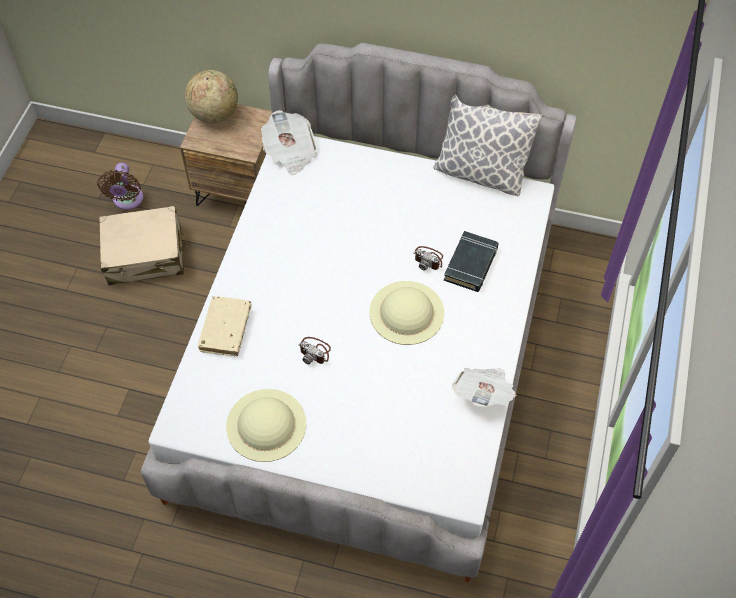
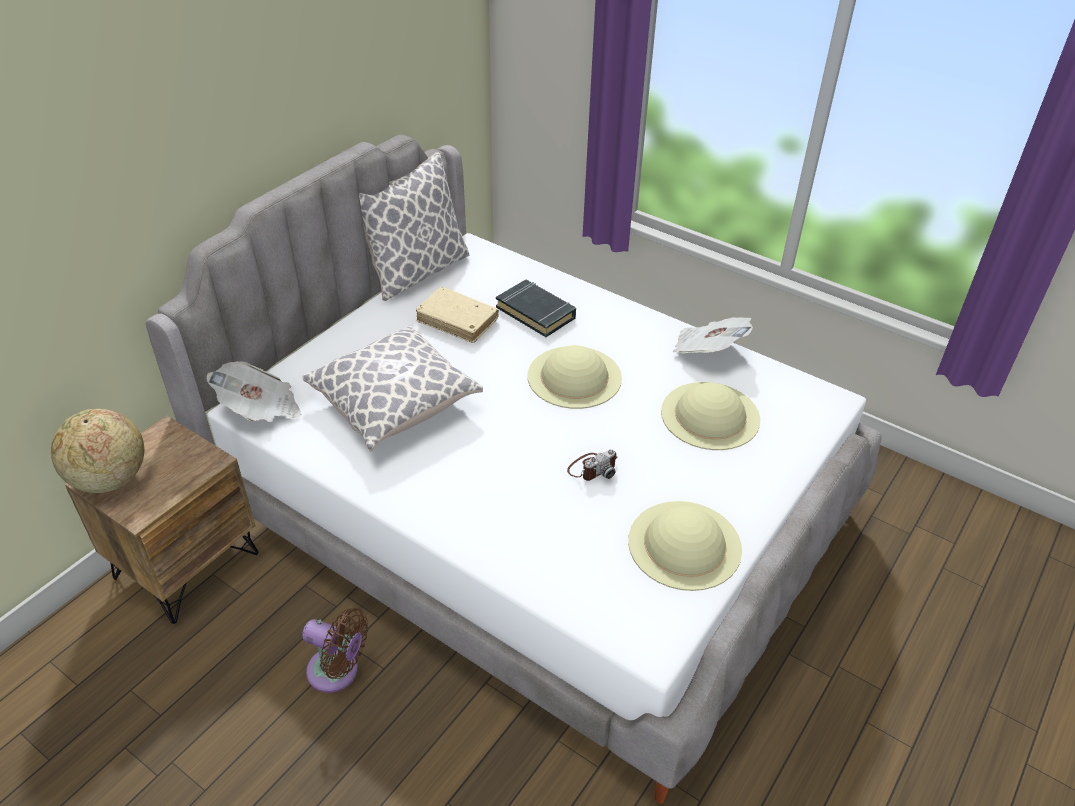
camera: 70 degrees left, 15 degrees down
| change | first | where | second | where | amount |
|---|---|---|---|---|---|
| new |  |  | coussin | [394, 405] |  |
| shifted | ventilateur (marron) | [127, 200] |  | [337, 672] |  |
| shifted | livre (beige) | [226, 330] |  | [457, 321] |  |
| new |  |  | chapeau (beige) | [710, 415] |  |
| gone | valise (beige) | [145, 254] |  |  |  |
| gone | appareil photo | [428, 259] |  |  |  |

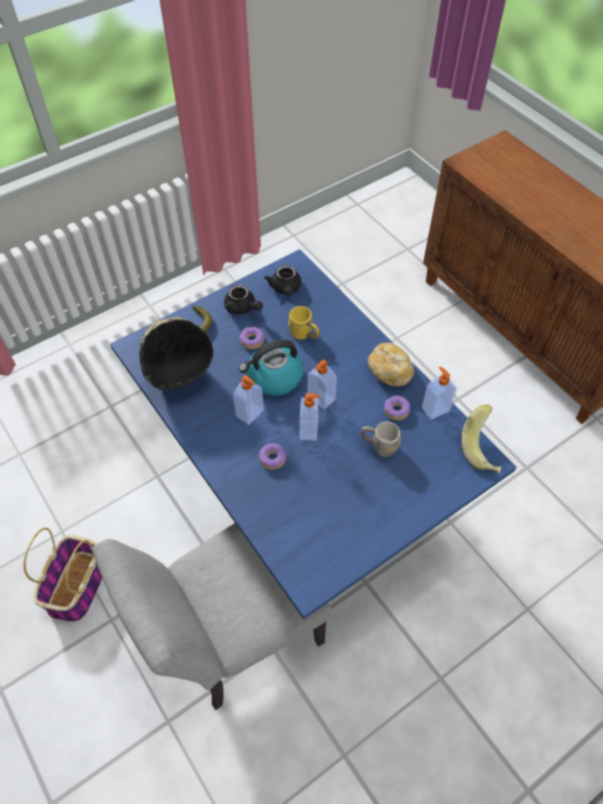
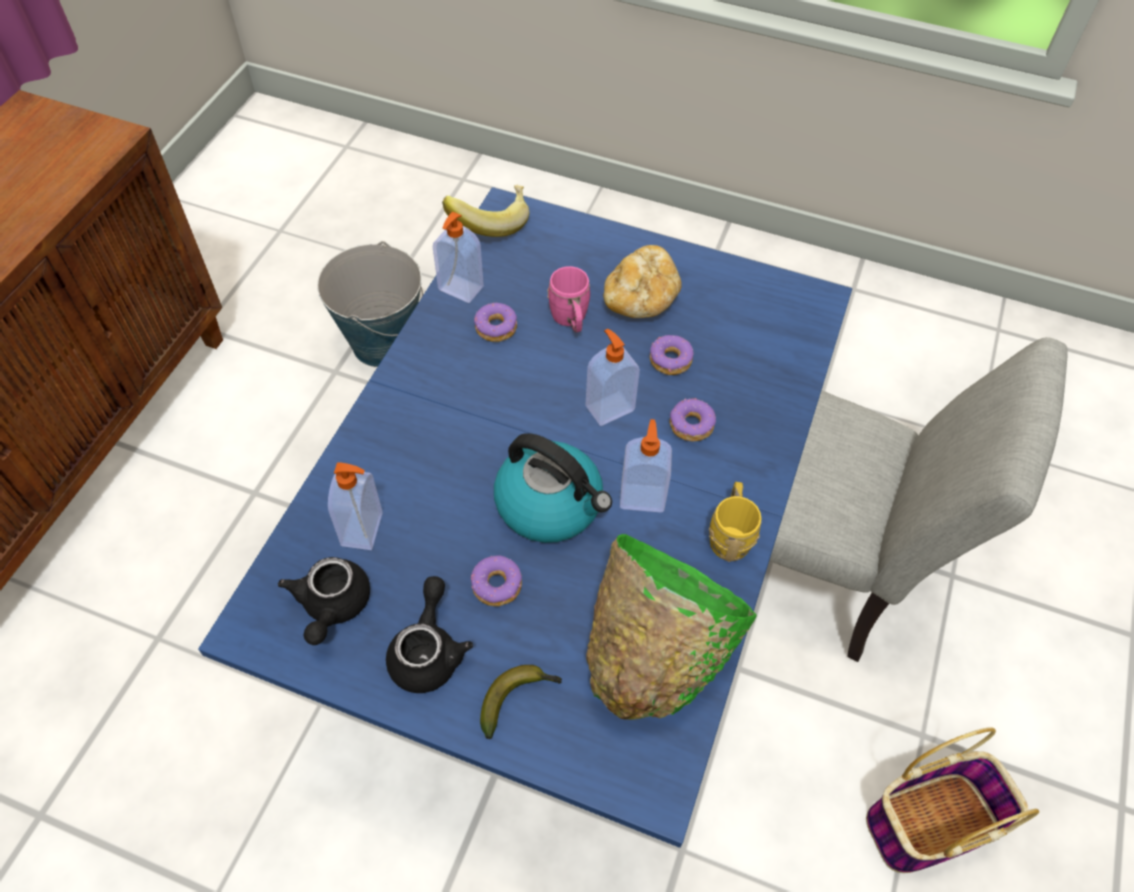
camera: 125 degrees left, 0 degrees up
| change | first | where | second | where | amount |
|---|---|---|---|---|---|
| rotated | théière (noir) | [285, 289] |  | [332, 606] | 135 degrees clockwise |
| new |  |  | seau | [383, 343] |  |
| shifted | distributeur de savon | [320, 399] |  | [364, 530] |  |
| repainted | mug (gris) | [379, 446] | mug (rose) | [570, 320] |  |
| repainted | bol (noir) | [178, 374] | bol (vert) | [653, 654] |  |
| shifted | pain | [389, 371] |  | [640, 299] |  |
| new |  |  | beignet | [670, 360] |  |
| shifted | mug (jaune) | [304, 335] |  | [730, 535] |  |

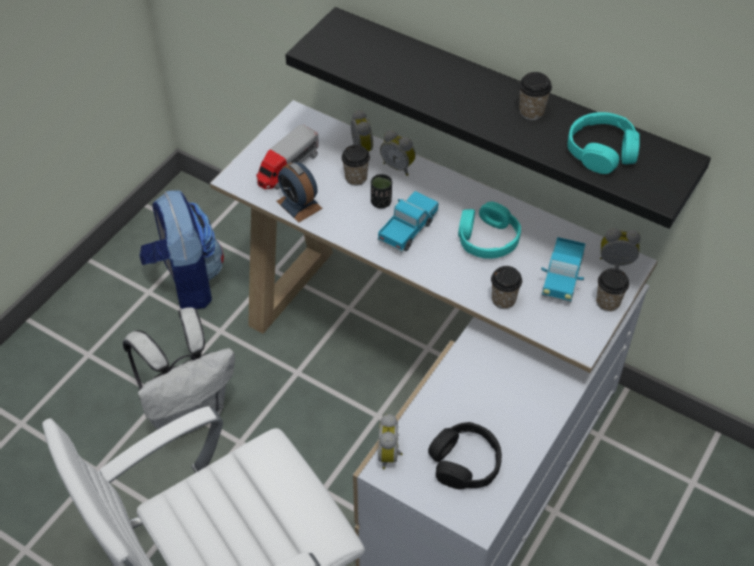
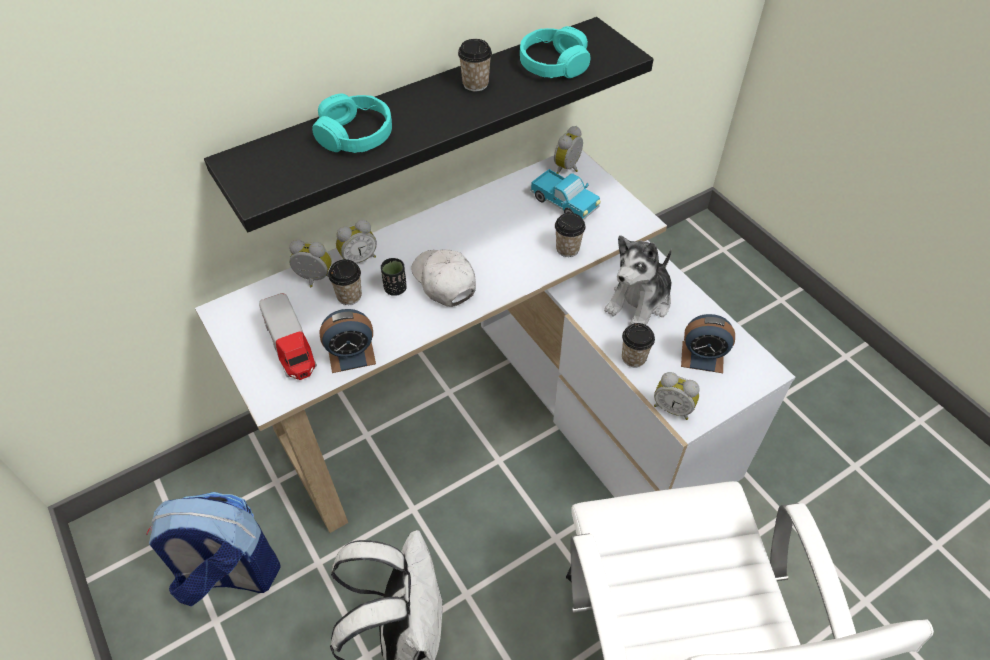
camera: 65 degrees left, 0 degrees up
| change | first | where | second | where | amount |
|---|---|---|---|---|---|
| shifted | casque audio (turquoise) | [487, 239] |  | [355, 135] |  |
| swapped | camion jouet | [408, 229] | casquette (blanc) | [444, 281] |  |
| new |  |  | peluche | [639, 302] |  |
| shifted | tasse | [608, 302] |  | [633, 358] |  |
| swapped | casque audio (noir) | [465, 462] | réveil | [702, 357] |  |

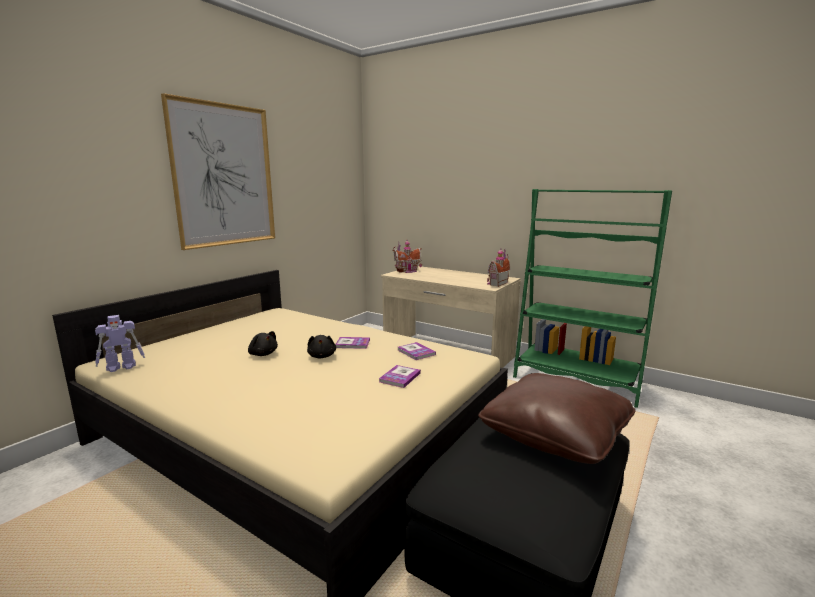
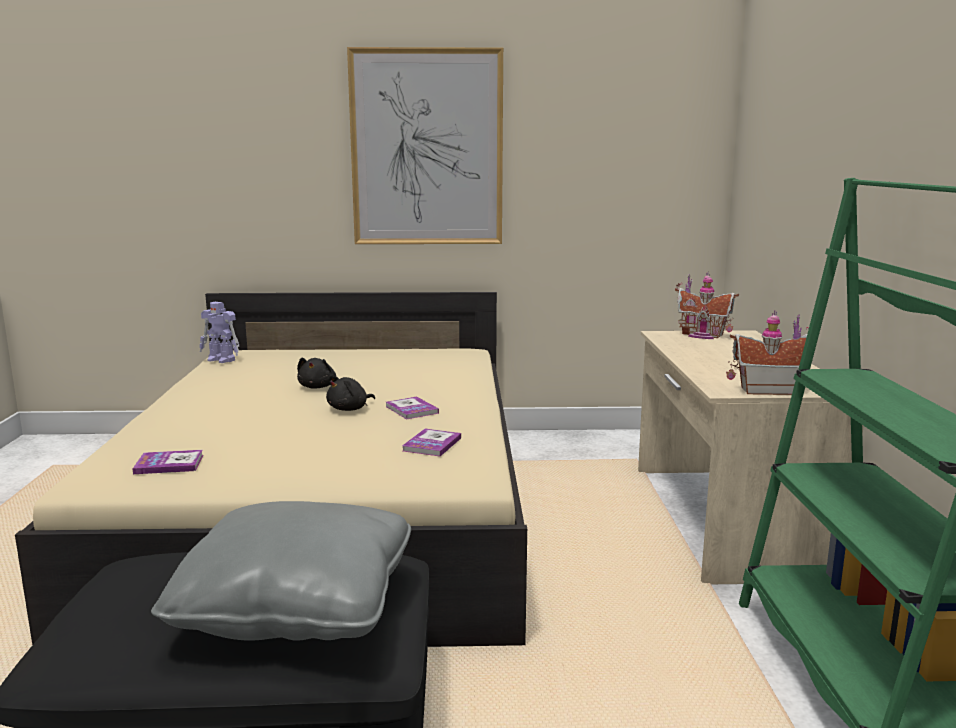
camera: 55 degrees right, 0 degrees up
| change | first | where | second | where | amount |
|---|---|---|---|---|---|
| shifted | livre | [400, 377] |  | [169, 464] |  |
| repainted | coussin (marron) | [556, 435] | coussin (gris) | [296, 604] |  |

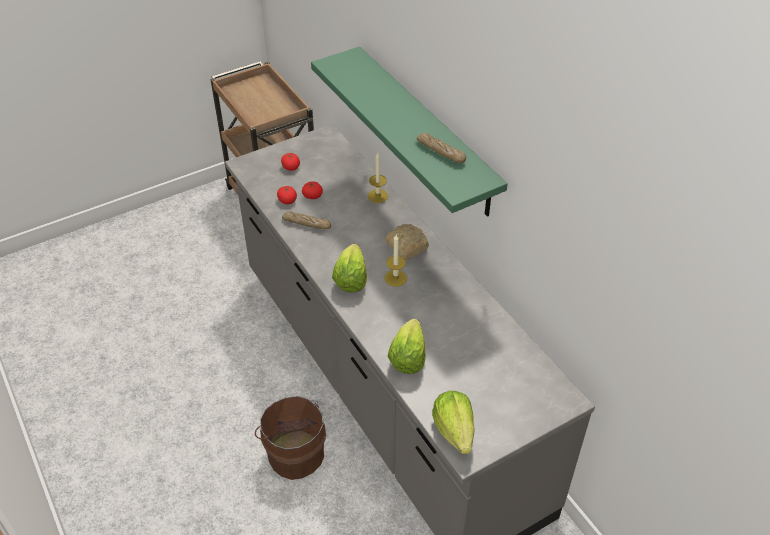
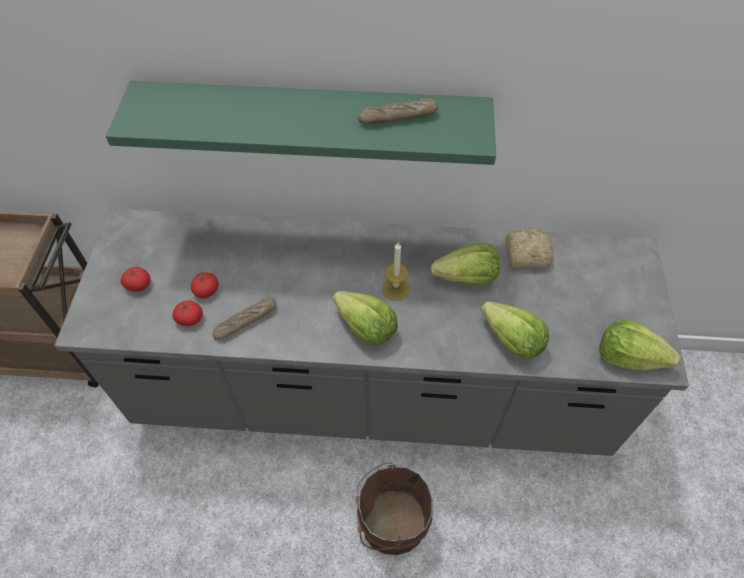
camera: 55 degrees left, 10 degrees up
| change | first | where | second | where | amount |
|---|---|---|---|---|---|
| new |  |  | laitue | [467, 278] |  |
| shifted | pain | [406, 246] |  | [525, 254] |  |
| gone | bougie | [378, 196] |  |  |  |

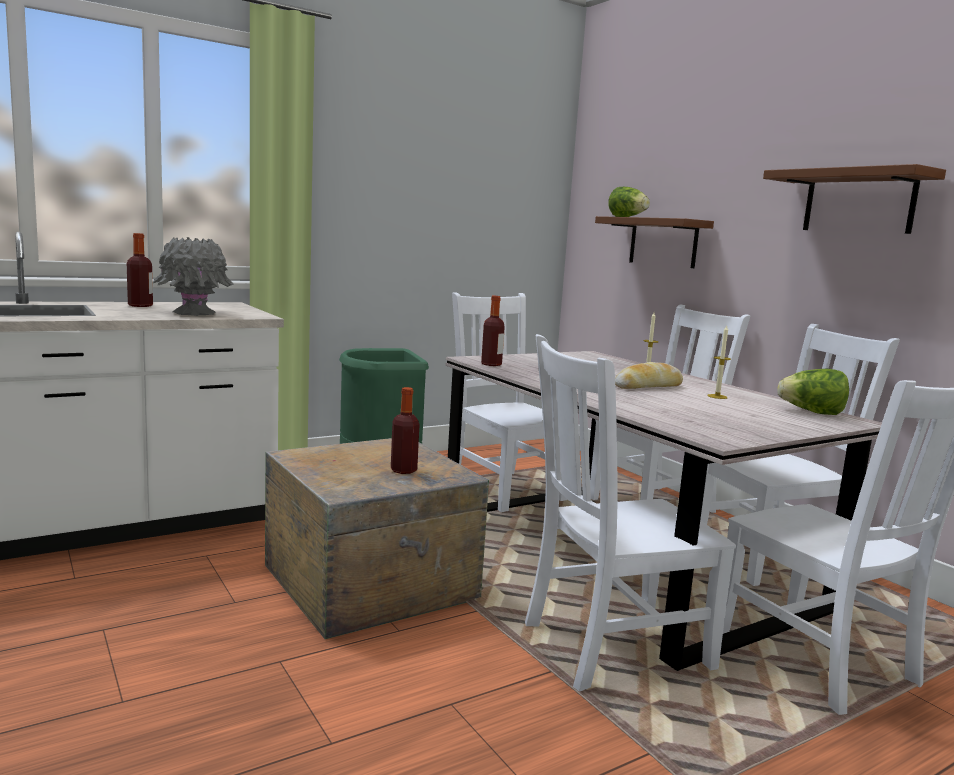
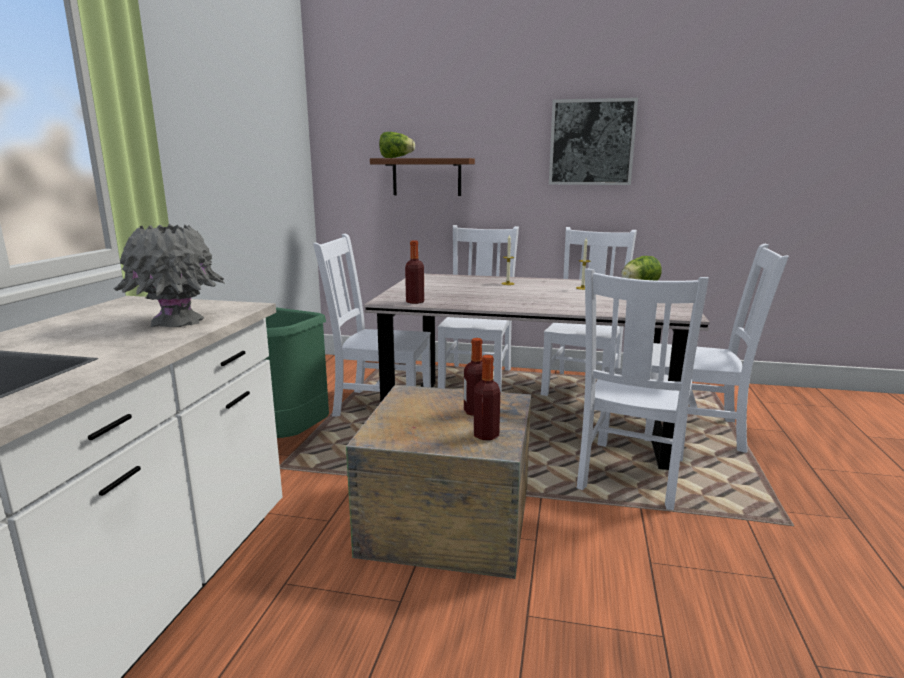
camera: 45 degrees left, 5 degrees up
| change | first | where | second | where | amount |
|---|---|---|---|---|---|
| shifted | bouteille | [140, 306] |  | [486, 435] |  |
| swapped | étagère (marron) | [858, 202] | tableau | [591, 142] |  |
| gone | pain | [648, 386] |  |  |  |

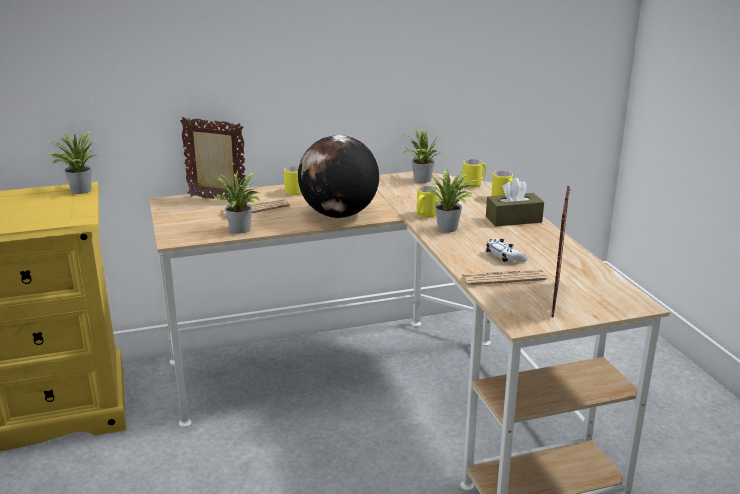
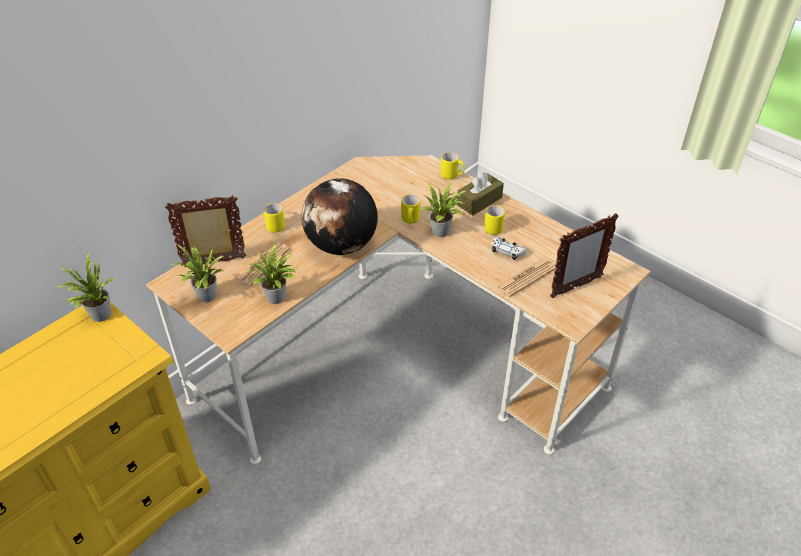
camera: 30 degrees left, 20 degrees up
| change | first | where | second | where | amount |
|---|---|---|---|---|---|
| shifted | plante en pot | [420, 180] |  | [205, 297] |  |
| shifted | mug (jaune) | [474, 184] |  | [494, 227] |  |
| rotated | cadre photo | [556, 299] |  | [575, 287] | 105 degrees counterclockwise |

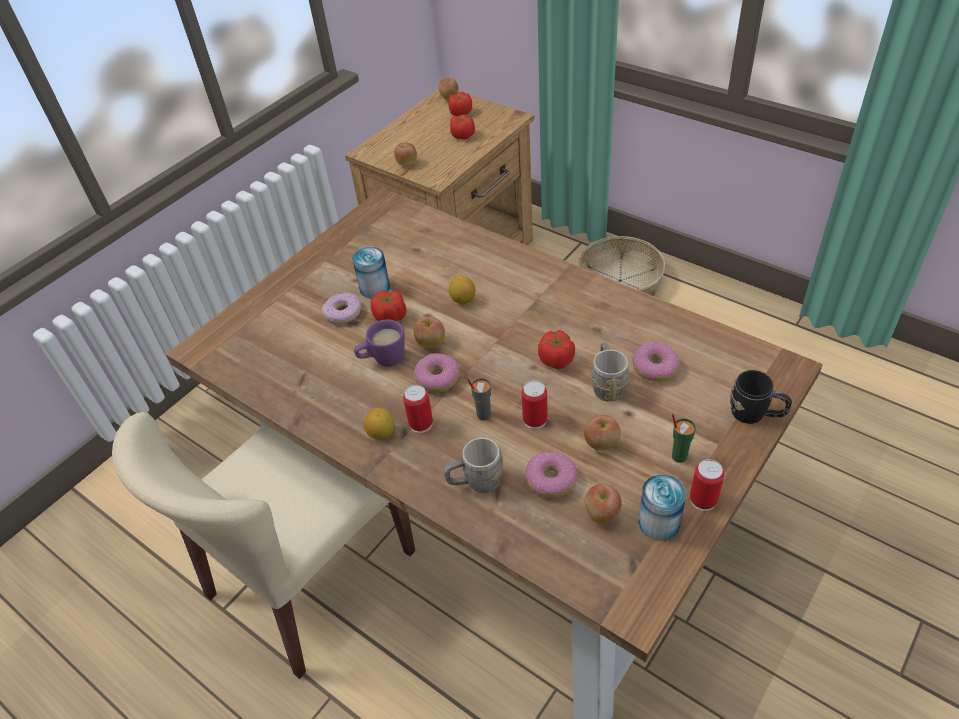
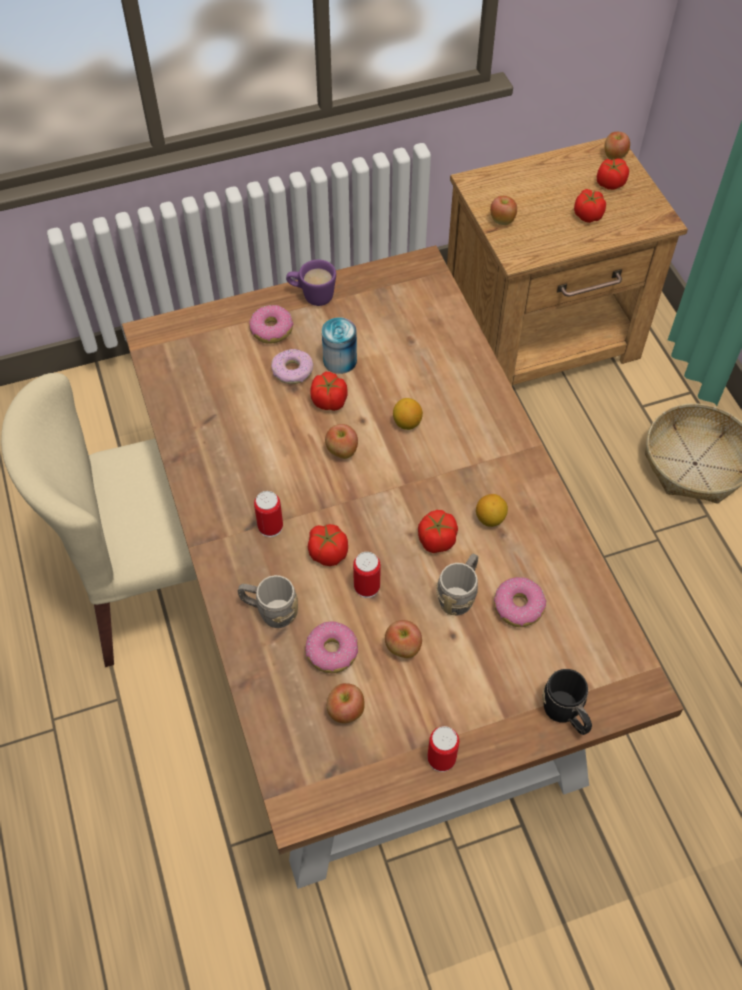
camera: 30 degrees right, 10 degrees up
| change | first | where | second | where | amount |
|---|---|---|---|---|---|
| shifted | beignet | [437, 378] |  | [271, 329] |  |
| shifted | mug (violet) | [383, 360] |  | [312, 296] |  |
| swapped | tasse (gris) | [483, 415] | tomate | [328, 552] |  |
| shifted | citron | [382, 433] |  | [490, 519] |  |
| gone | boîte métallique | [659, 522] |  |  |  |
| gone | tasse (vert) | [678, 456] |  |  |  |

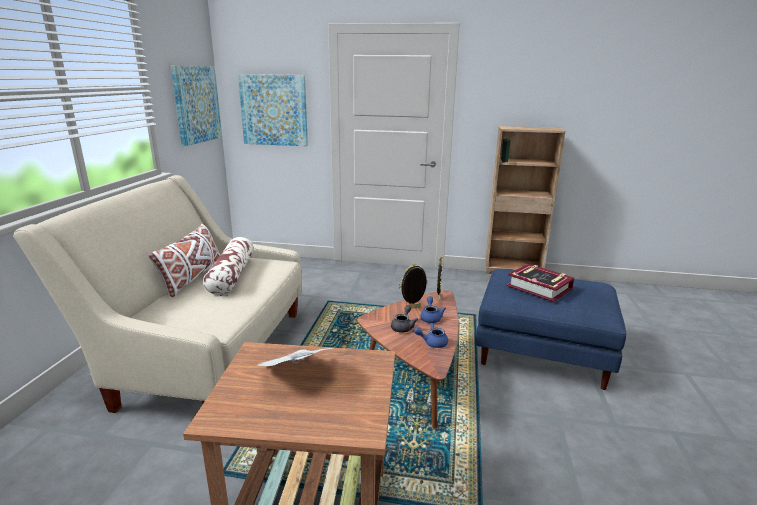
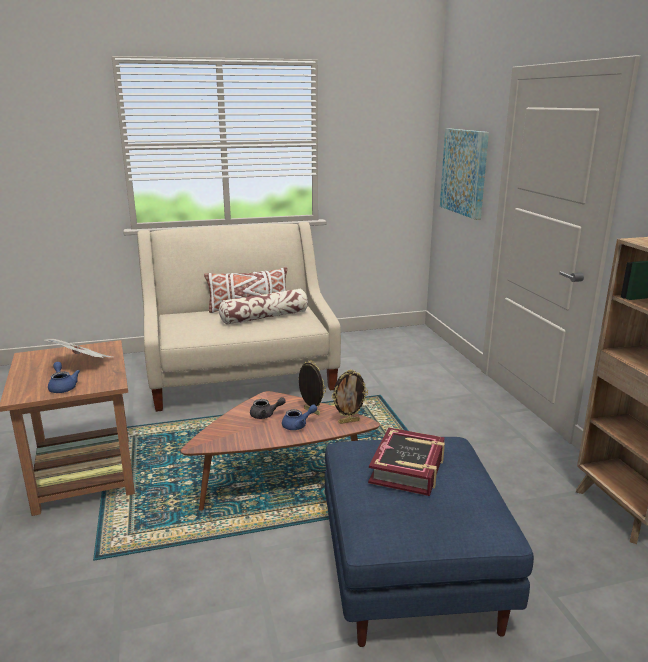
camera: 65 degrees right, 0 degrees up
| change | first | where | second | where | amount |
|---|---|---|---|---|---|
| shifted | théière (bleu) | [432, 342] |  | [63, 387] |  |
| gone | tableau | [196, 104] |  |  |  |

